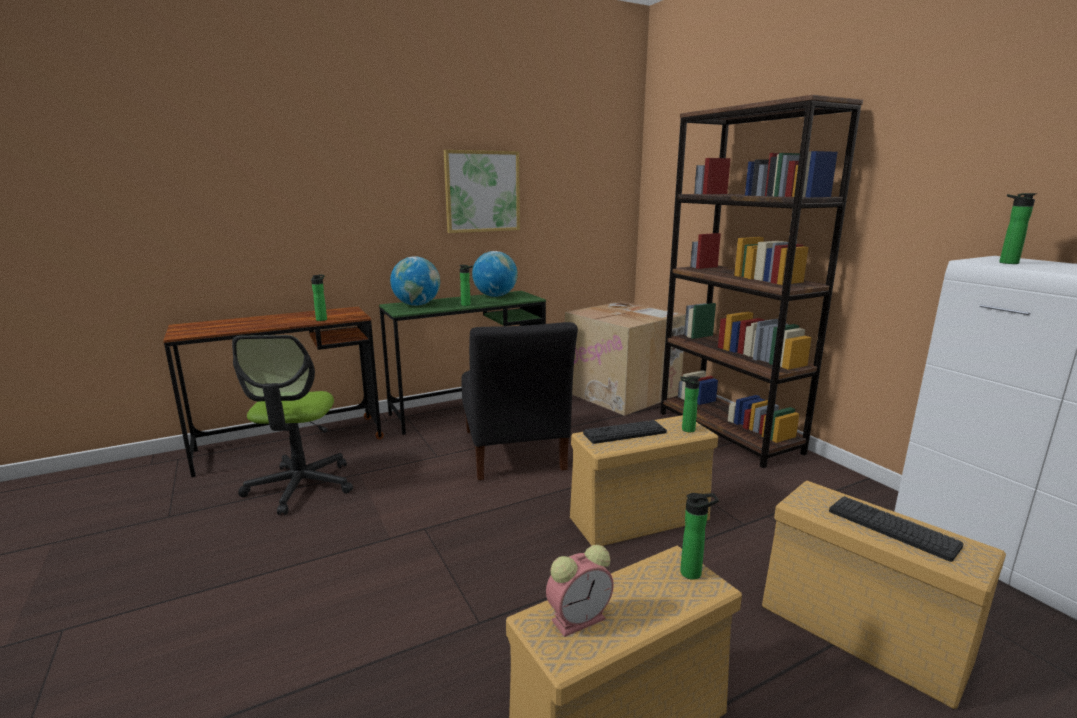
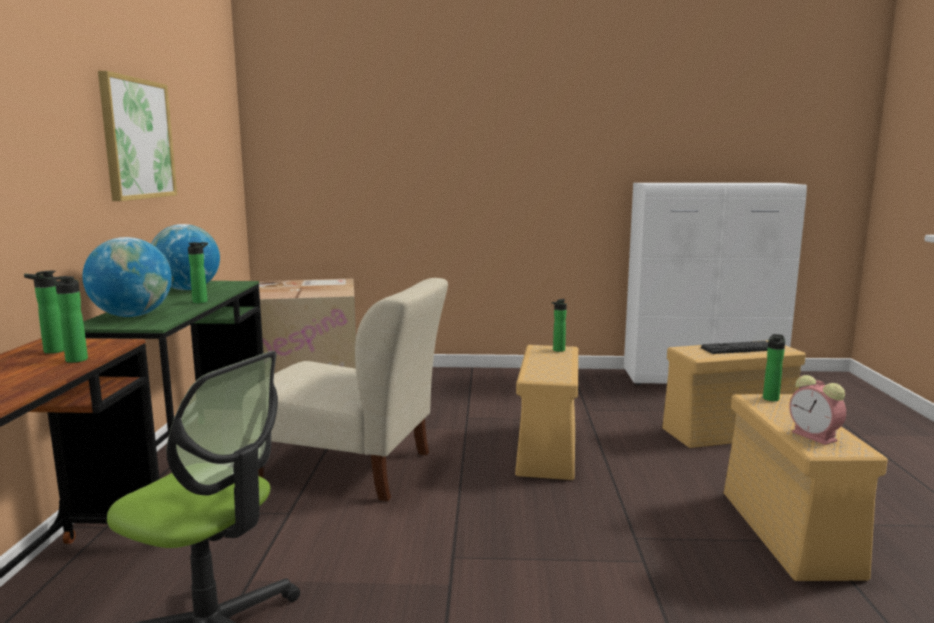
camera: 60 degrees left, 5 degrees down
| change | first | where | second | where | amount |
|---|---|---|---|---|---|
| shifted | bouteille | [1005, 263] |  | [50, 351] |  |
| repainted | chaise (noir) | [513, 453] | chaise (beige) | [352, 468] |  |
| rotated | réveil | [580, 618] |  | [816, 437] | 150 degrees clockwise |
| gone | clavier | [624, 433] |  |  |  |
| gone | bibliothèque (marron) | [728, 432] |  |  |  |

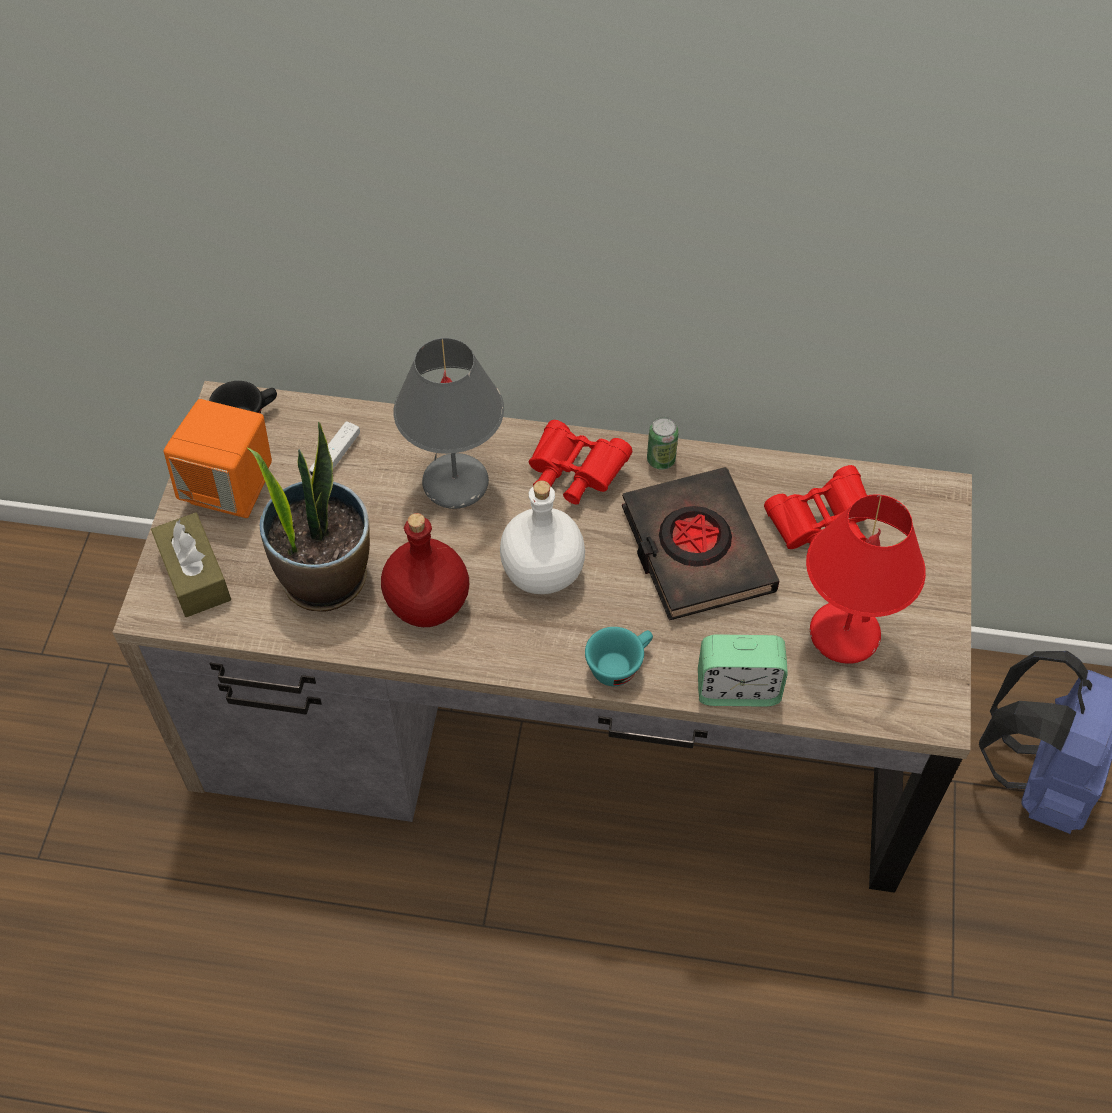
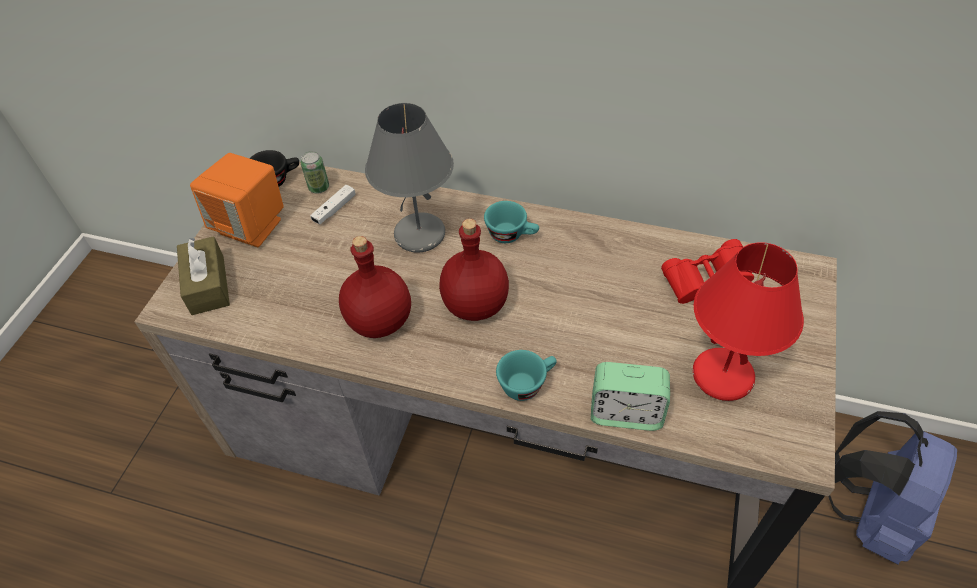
camera: 10 degrees right, 5 degrees down
| change | first | where | second | where | amount |
|---|---|---|---|---|---|
| shifted | boîte métallique | [661, 460] |  | [319, 187] |  |
| repainted | bouteille (blanc) | [542, 574] | bouteille (rouge) | [475, 306] |  |
| swapped | jumelles (rouge) | [573, 474] | tasse (turquoise) | [512, 235] |  |
| gone | plante en pot | [325, 576] |  |  |  |
| gone | livre (noir) | [696, 550] |  |  |  |

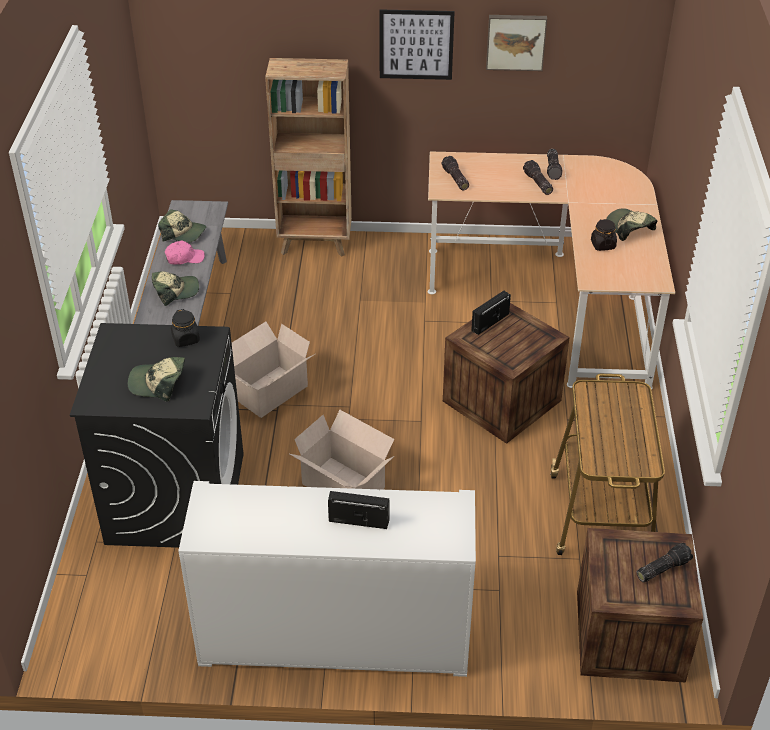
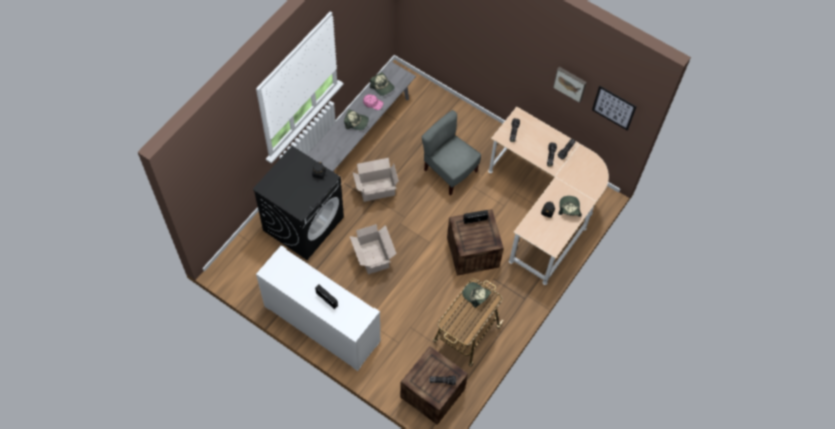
camera: 30 degrees right, 20 degrees up
| change | first | where | second | where | amount |
|---|---|---|---|---|---|
| new |  |  | chaise (gris) | [449, 171] |  |
| shifted | casquette | [158, 383] |  | [476, 295] |  |
| shifted | tableau | [416, 44] |  | [614, 108] |  |
| gone | bibliothèque (marron) | [315, 244] |  |  |  |

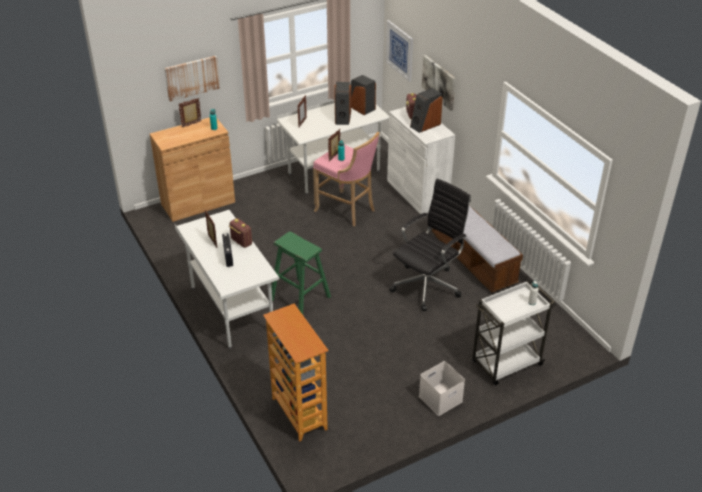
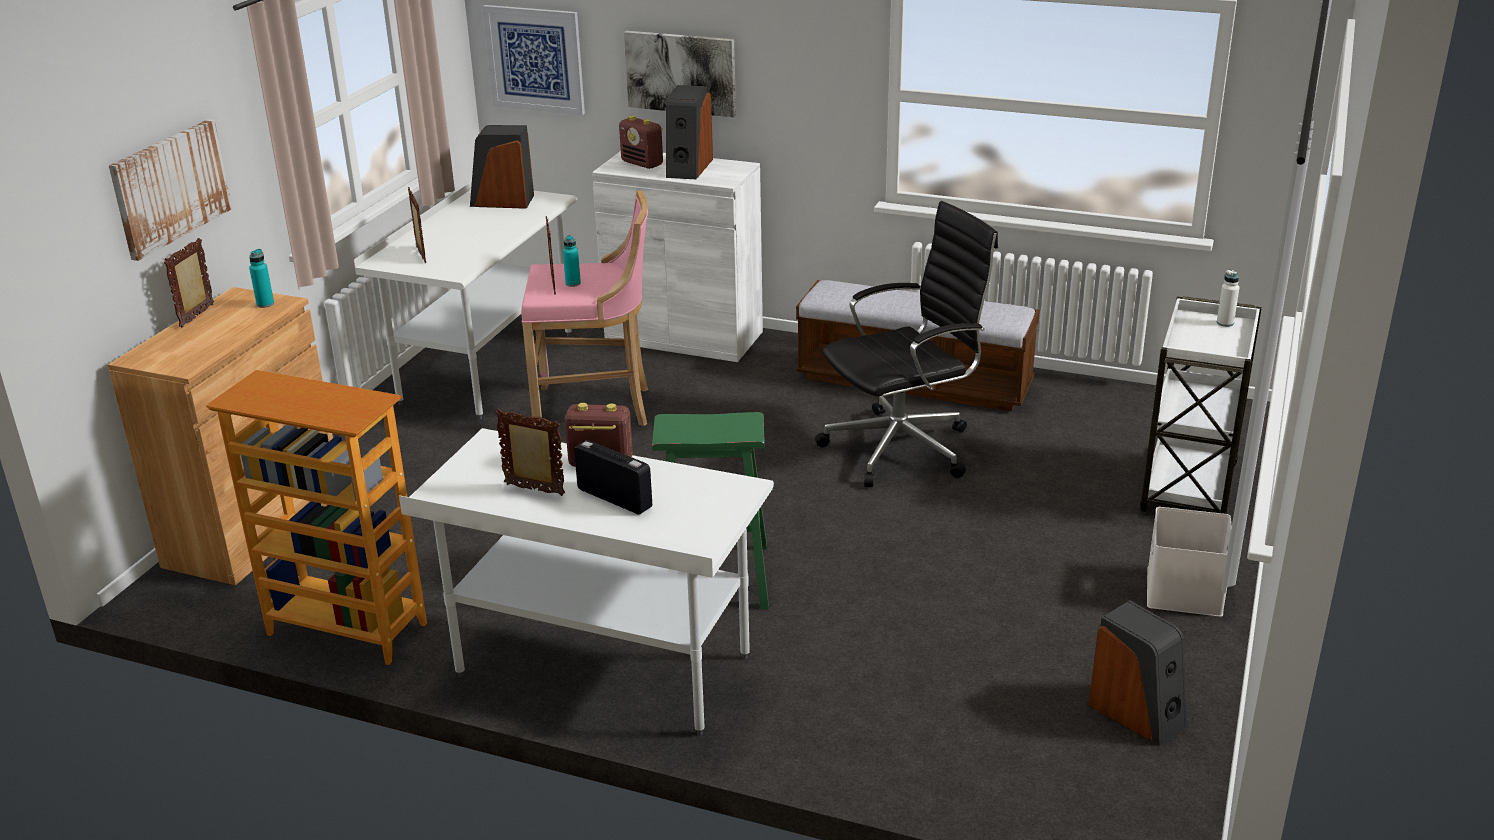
camera: 40 degrees left, 10 degrees down
| change | first | where | second | where | amount |
|---|---|---|---|---|---|
| shifted | bibliothèque | [298, 414] |  | [346, 630] |  |
| rotated | chaise de bureau (noir) | [428, 285] |  | [903, 448] | 60 degrees clockwise |
| shifted | enceinte | [342, 117] |  | [1137, 714] |  |

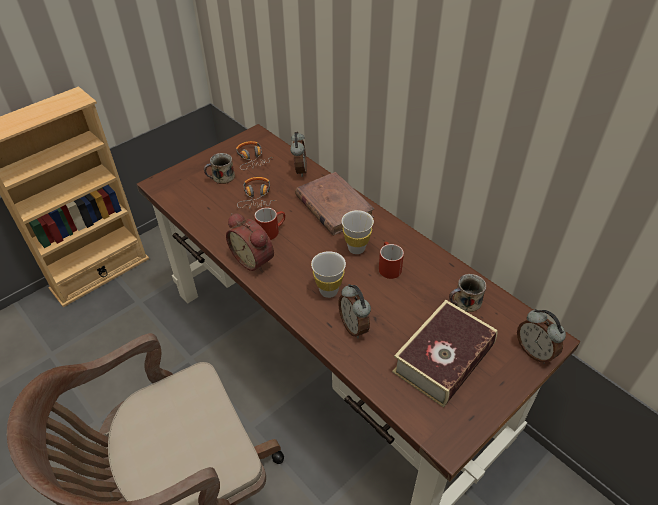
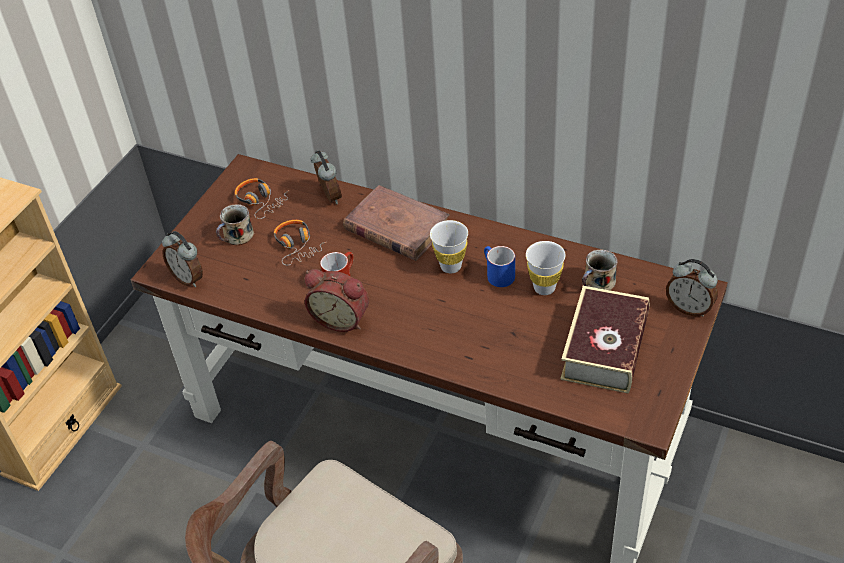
camera: 20 degrees left, 0 degrees up
| change | first | where | second | where | amount |
|---|---|---|---|---|---|
| shifted | réveil | [354, 326] |  | [188, 278] |  |
| repainted | mug (rouge) | [387, 266] | mug (bleu) | [496, 274] |  |
| shifted | tasse (blanc) | [328, 291] |  | [544, 288] |  |

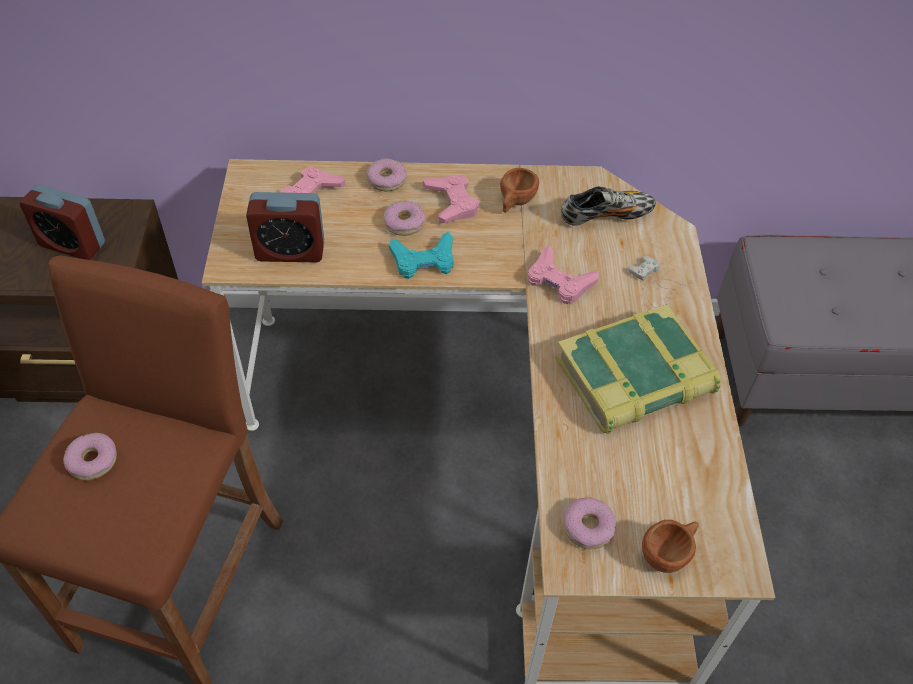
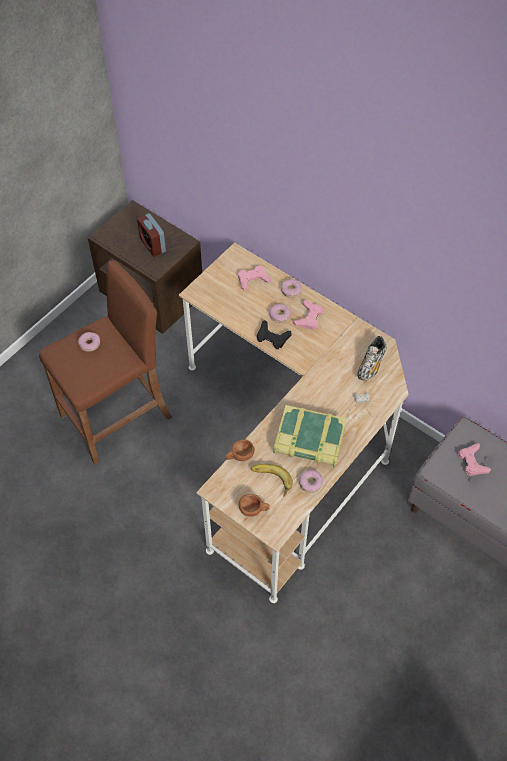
camera: 40 degrees right, 5 degrees up
| change | first | where | second | where | amount |
|---|---|---|---|---|---|
| shifted | tasse (marron) | [515, 202] |  | [239, 456] |  |
| new |  |  | banane | [270, 480] |  |
| repainted | manette (turquoise) | [423, 260] | manette (noir) | [272, 337] |  |
| shifted | beignet | [587, 527] |  | [310, 483] |  |
| rotated | chaussure | [606, 216] |  | [371, 364] | 90 degrees clockwise |
| shifted | manette (rose) | [559, 281] |  | [472, 462] |  |
| gone | réveil | [290, 251] |  |  |  |

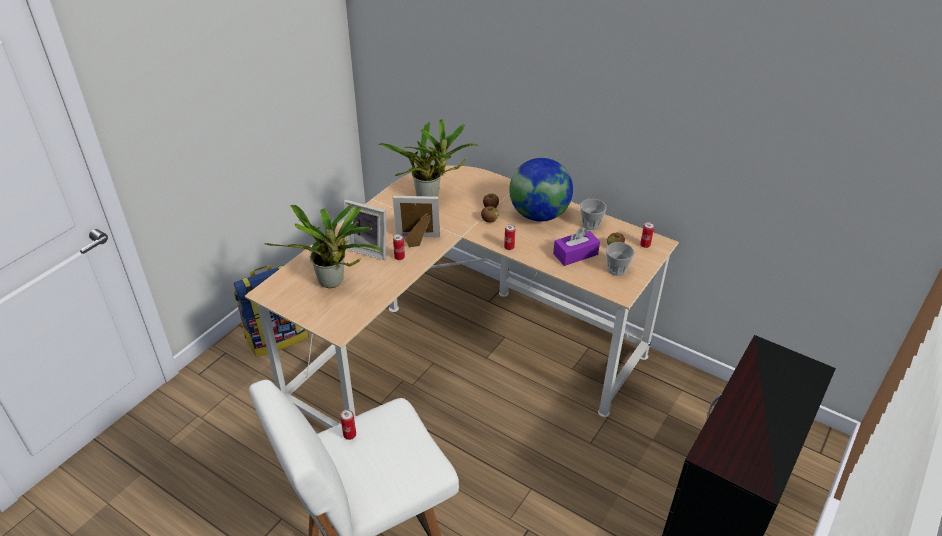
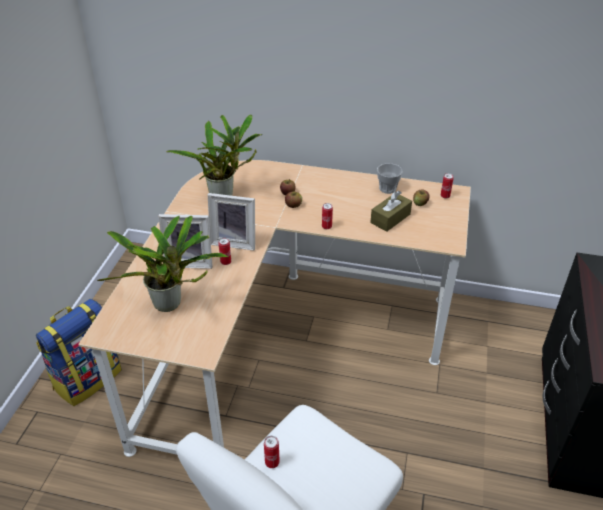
camera: 20 degrees left, 0 degrees up
| change | first | where | second | where | amount |
|---|---|---|---|---|---|
| rotated | cadre photo | [417, 241] |  | [235, 241] | 150 degrees counterclockwise |
| repainted | boîte à mouchoirs (violet) | [575, 254] | boîte à mouchoirs (marron) | [390, 218] |  |
| gone | globe | [539, 215] |  |  |  |
| gone | tasse | [617, 269] |  |  |  |

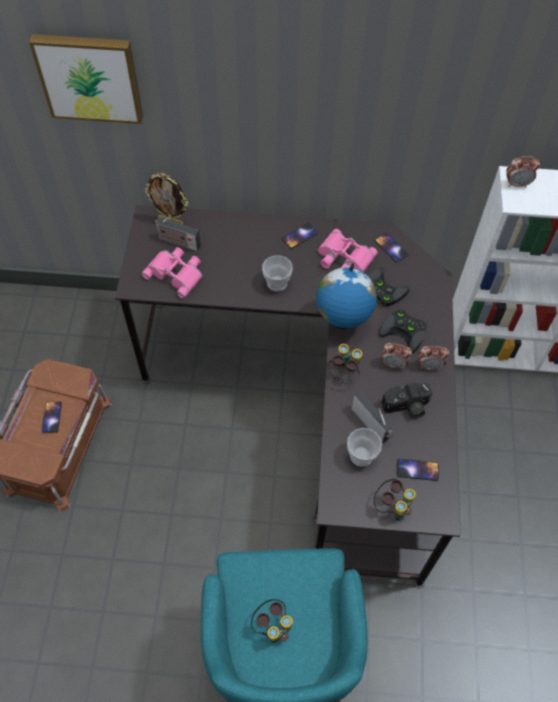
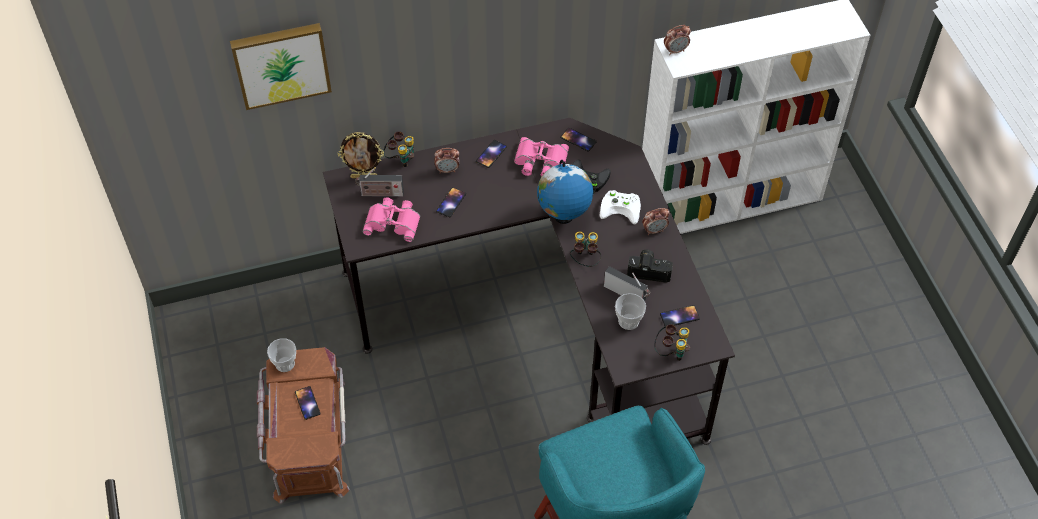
camera: 20 degrees left, 5 degrees down
| change | first | where | second | where | amount |
|---|---|---|---|---|---|
| shifted | tasse | [277, 283] |  | [285, 363] |  |
| shifted | jumelles | [272, 626] |  | [400, 158] |  |
| shifted | réveil | [393, 364] |  | [447, 170] |  |
| new |  |  | téléphone | [451, 202] |  |
| repainted | manette (noir) | [405, 331] | manette (blanc) | [622, 208] |  |
| rotated | appareil photo | [406, 407] |  | [649, 270] | 135 degrees counterclockwise |

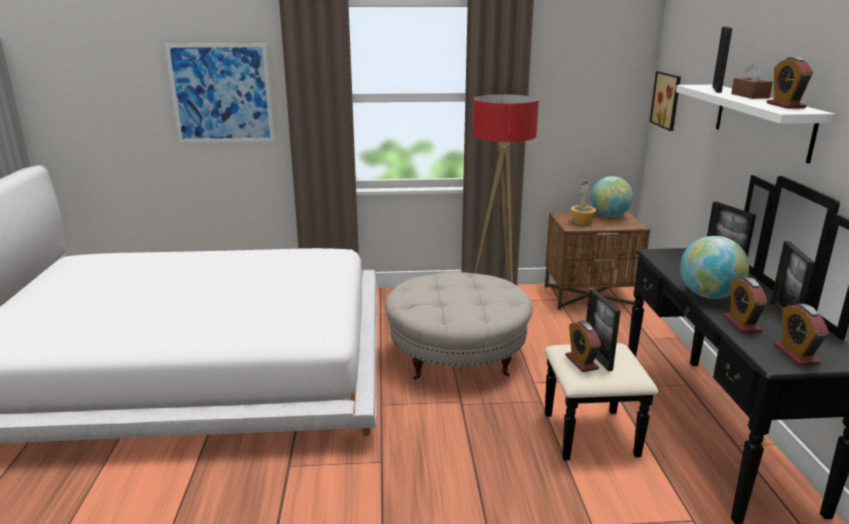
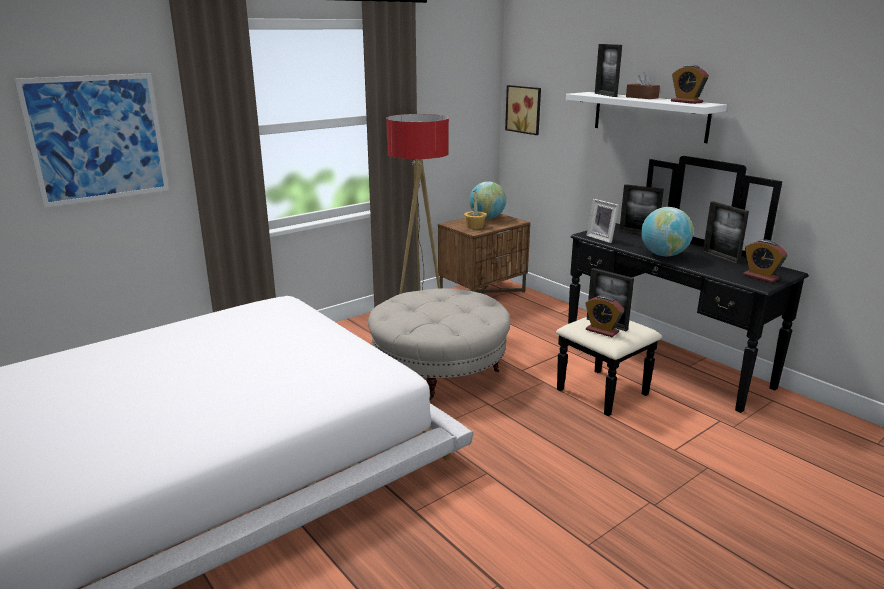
camera: 35 degrees left, 0 degrees up
| change | first | where | second | where | amount |
|---|---|---|---|---|---|
| new |  |  | cadre photo | [602, 238] |  |
| gone | réveil | [741, 324] |  |  |  |

